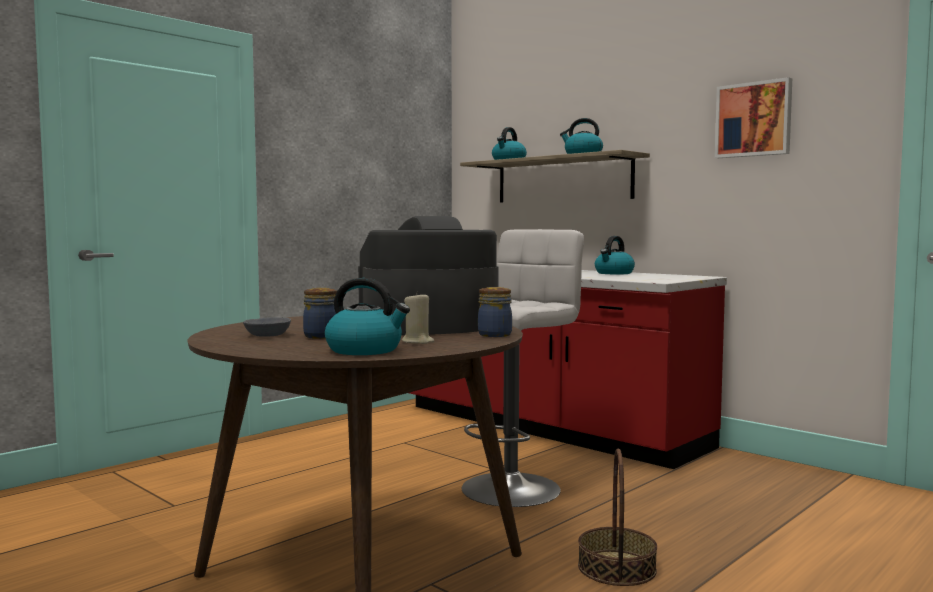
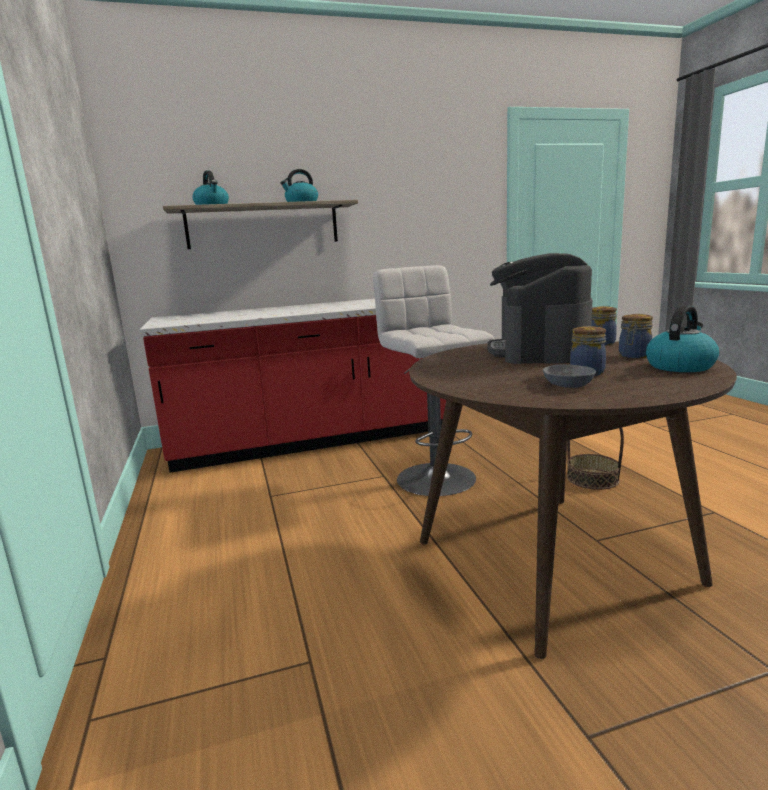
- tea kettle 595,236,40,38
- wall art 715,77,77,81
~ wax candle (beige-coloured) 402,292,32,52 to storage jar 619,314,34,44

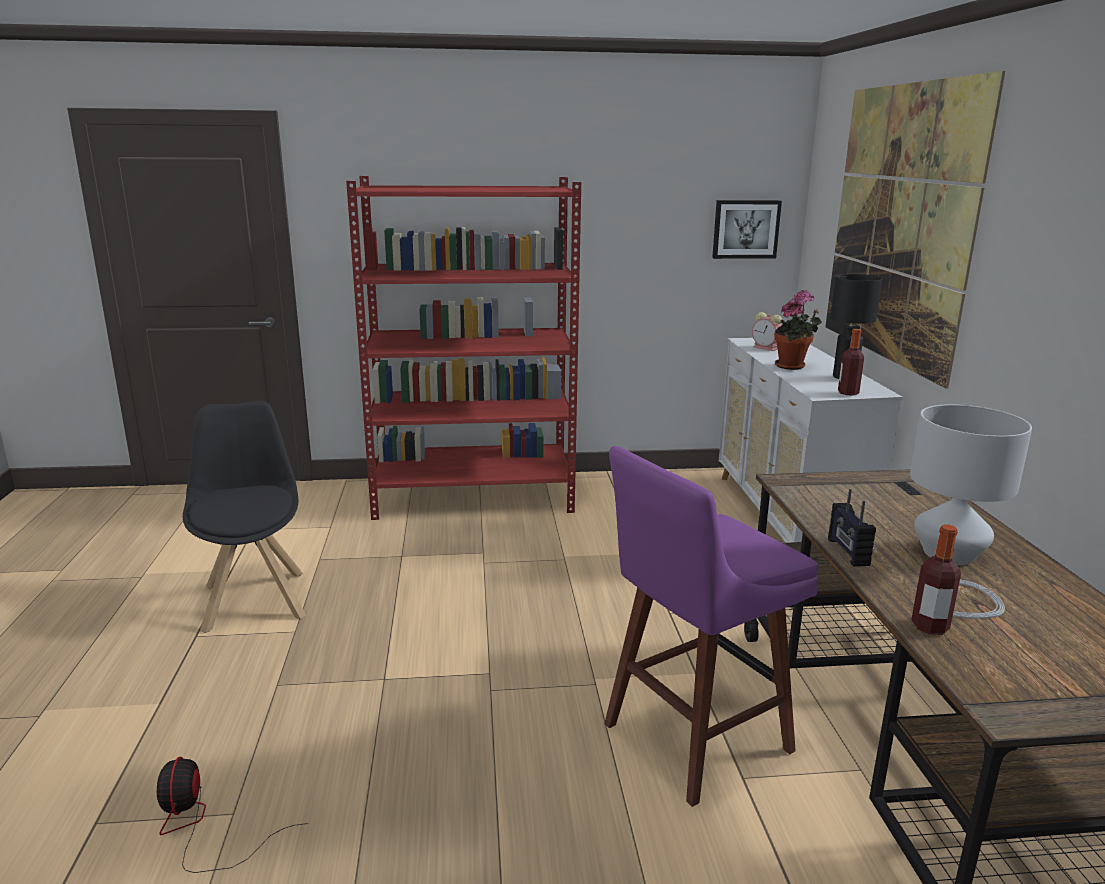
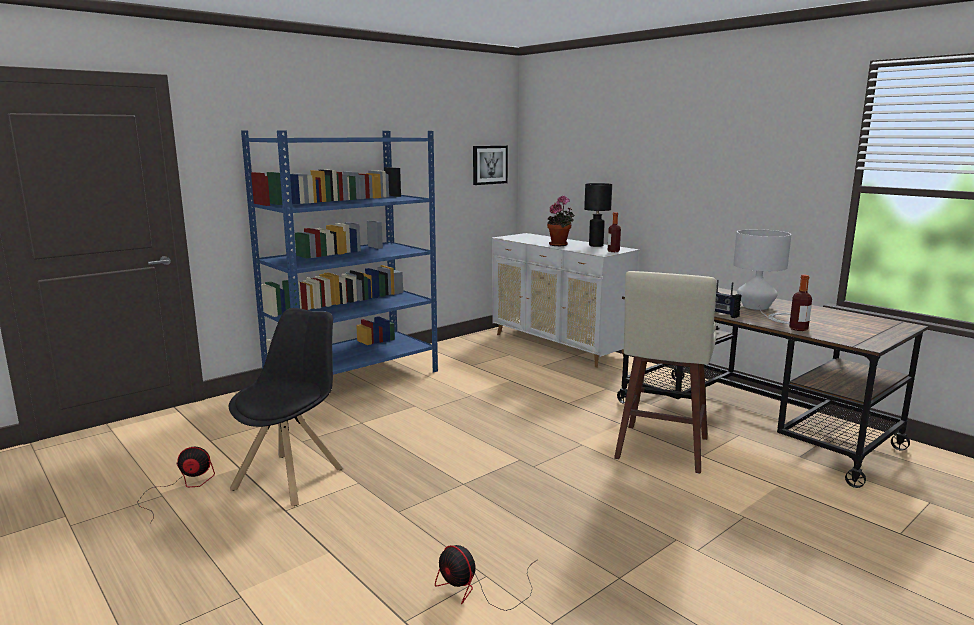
- alarm clock 752,312,30,39
- wall art 825,71,181,317
+ fan 137,447,78,76
~ shelving unit (red-coloured) 346,176,235,344 to shelving unit (blue-coloured) 241,130,197,245
~ stool (purple) 604,446,214,361 to stool (beige-coloured) 614,271,103,203
~ chair (black) 183,401,123,232 = 229,308,115,198 75 degrees clockwise

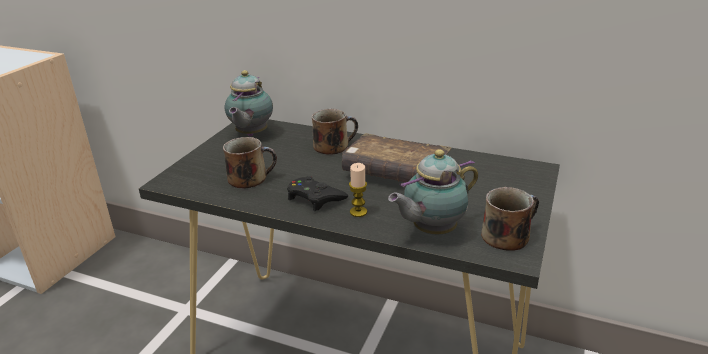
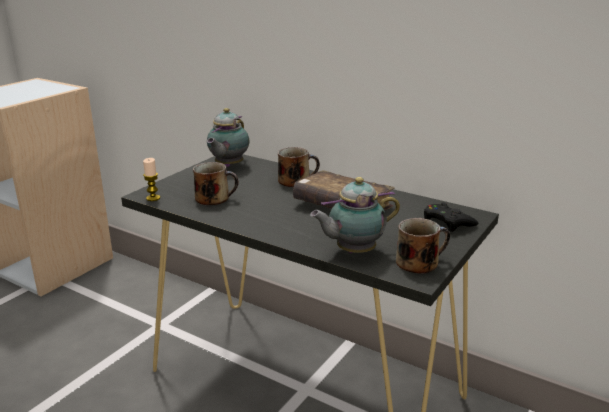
~ game controller (black) 287,176,61,35 to 424,202,54,30
~ wax candle 349,163,18,54 to 143,158,17,43

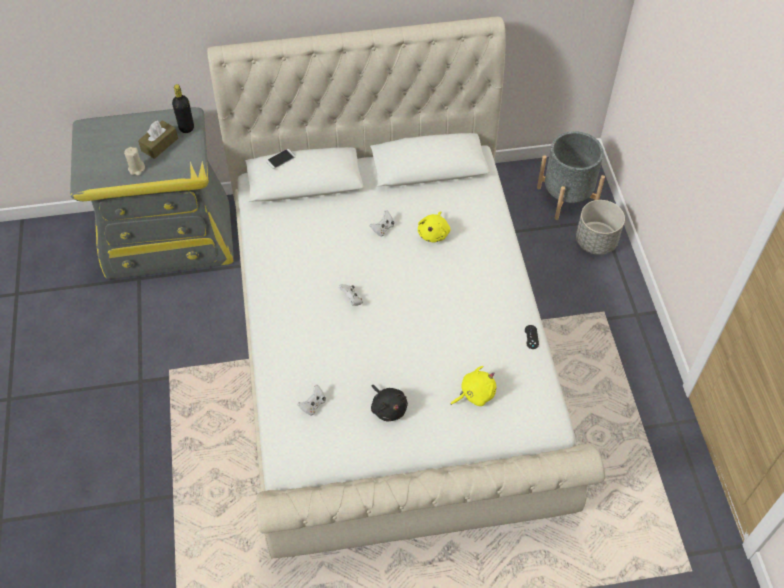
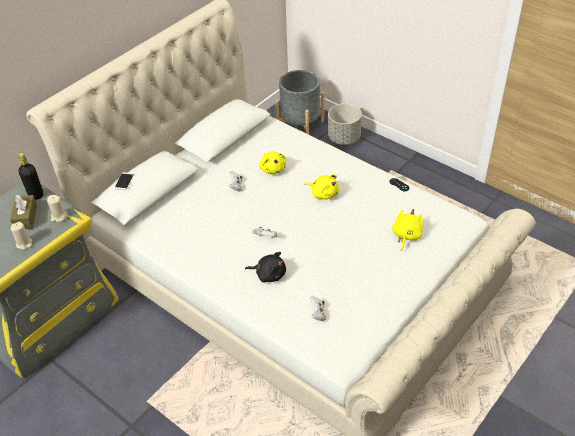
+ wax candle (beige-coloured) 47,195,20,27
+ soft toy (yellow) 304,174,35,26
~ soft toy (black) 371,385,37,37 to 245,252,41,31

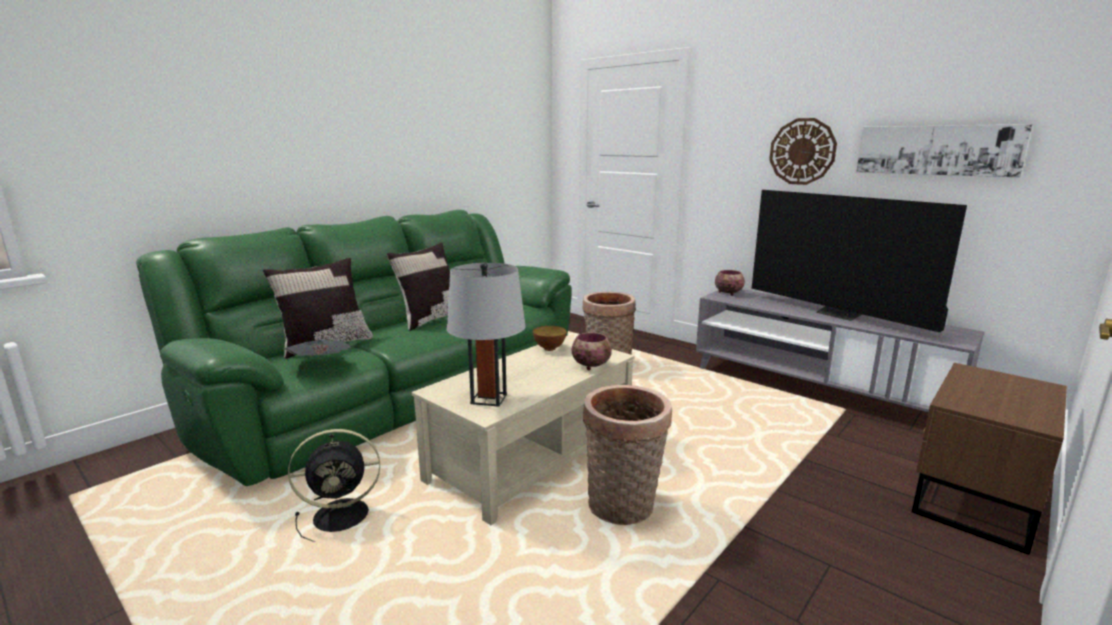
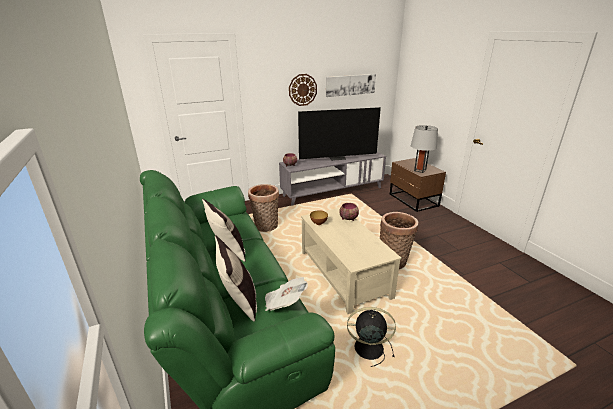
~ table lamp (grey) 447,262,79,145 to 411,125,27,48
~ fan (black) 288,429,92,113 = 347,307,49,60 90 degrees counterclockwise

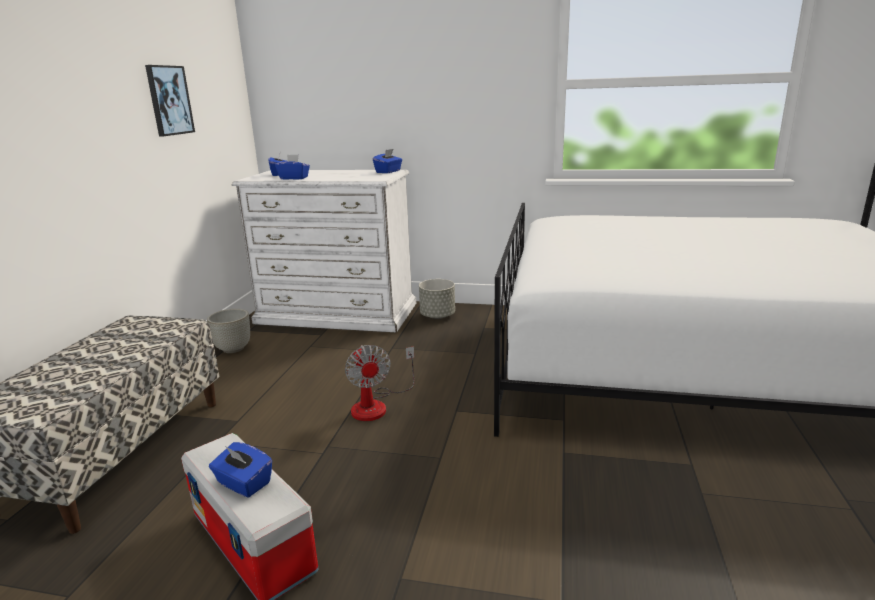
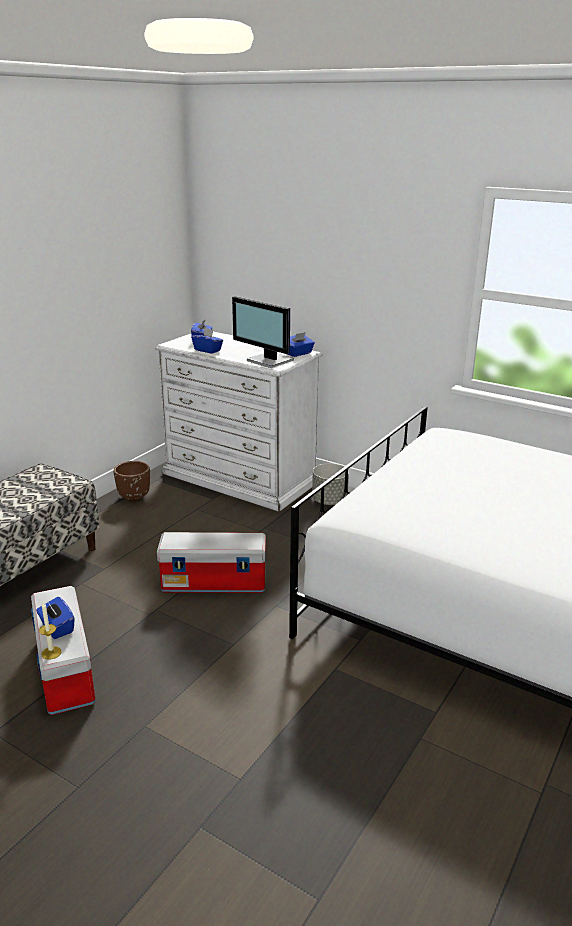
- wall art 145,65,50,72
+ wax candle 39,602,22,58
+ computer screen 232,296,62,72
~ fan 345,345,69,76 to storage bin 157,532,109,61
~ planter (grey) 207,309,43,44 to planter (brown) 114,461,36,41

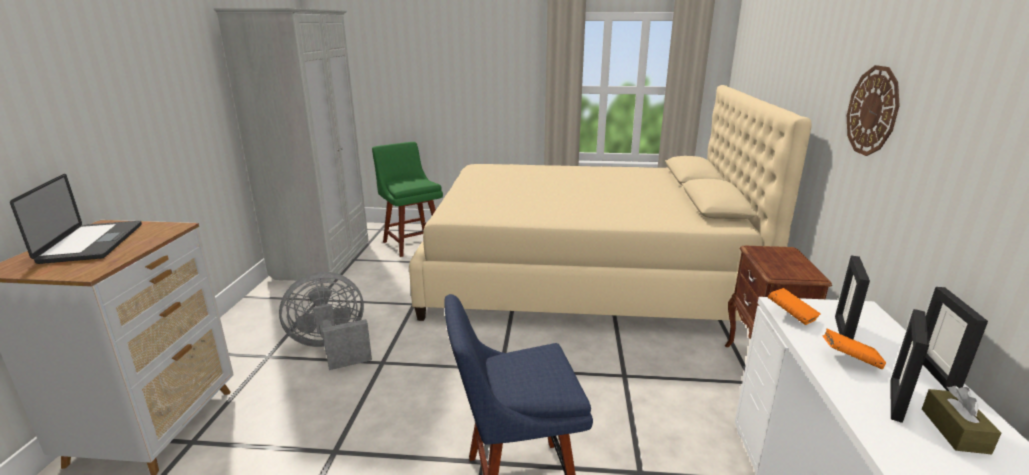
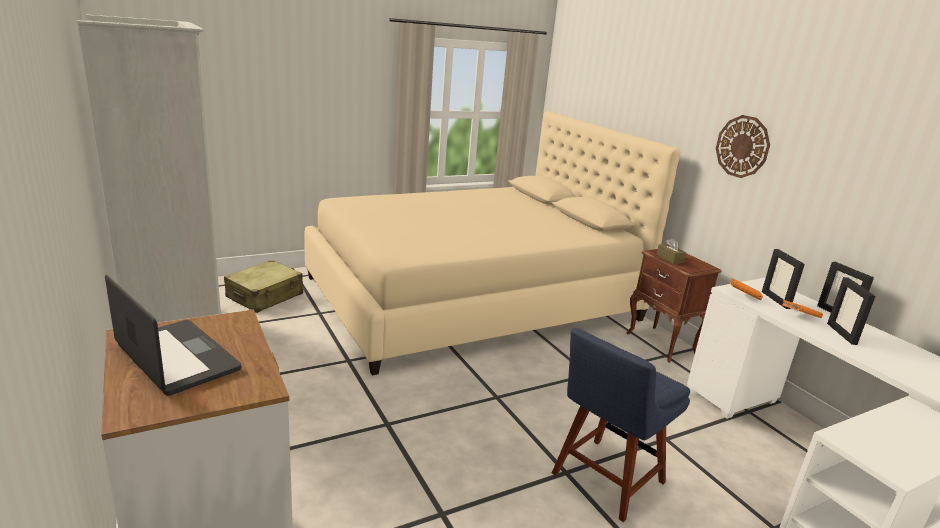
- fan (grey) 279,272,93,98
~ box of tissues (brown) 922,386,79,68 to 657,238,29,26
~ chair (green) 372,142,71,115 to suitcase (beige-coloured) 224,260,79,53

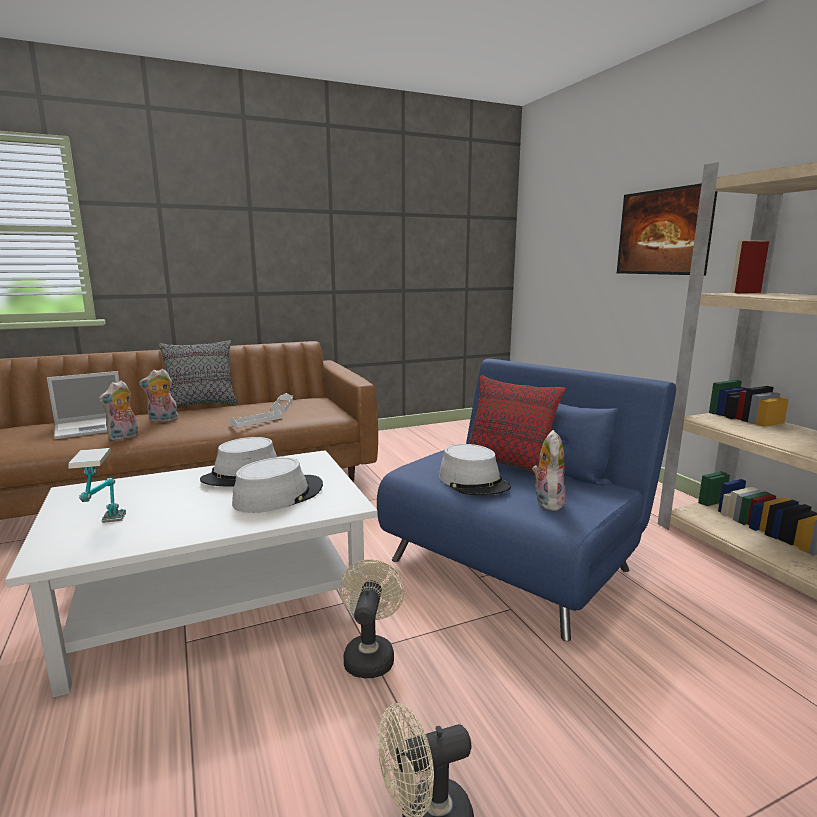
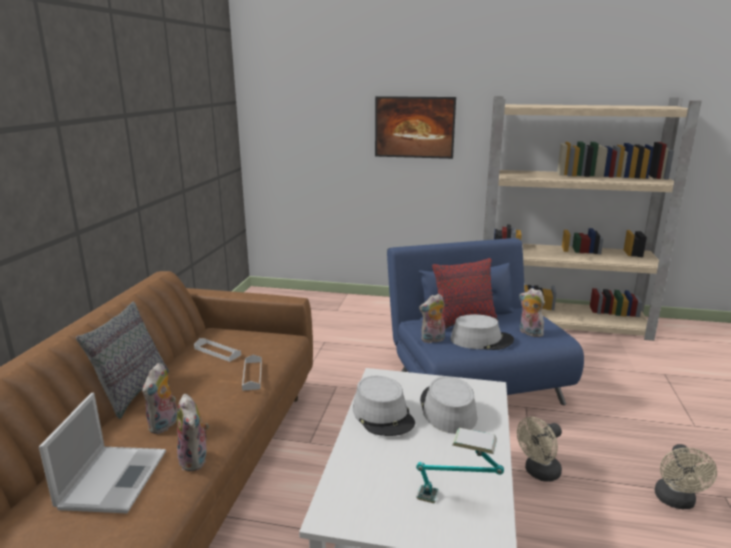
+ soft toy 419,294,26,49
~ fan (beige-coloured) 339,559,66,119 = 517,417,45,64 75 degrees counterclockwise

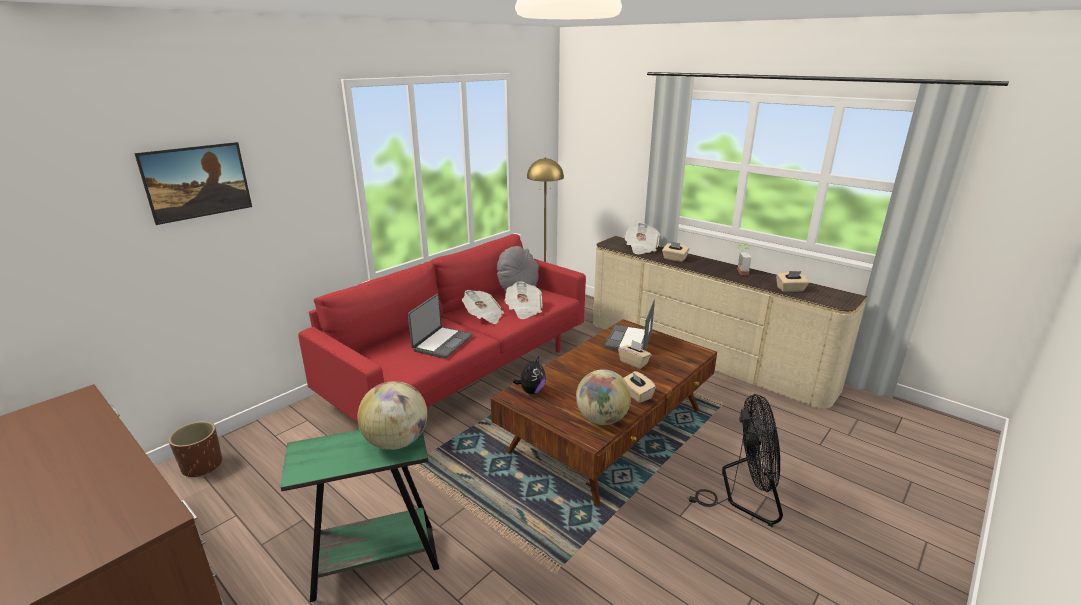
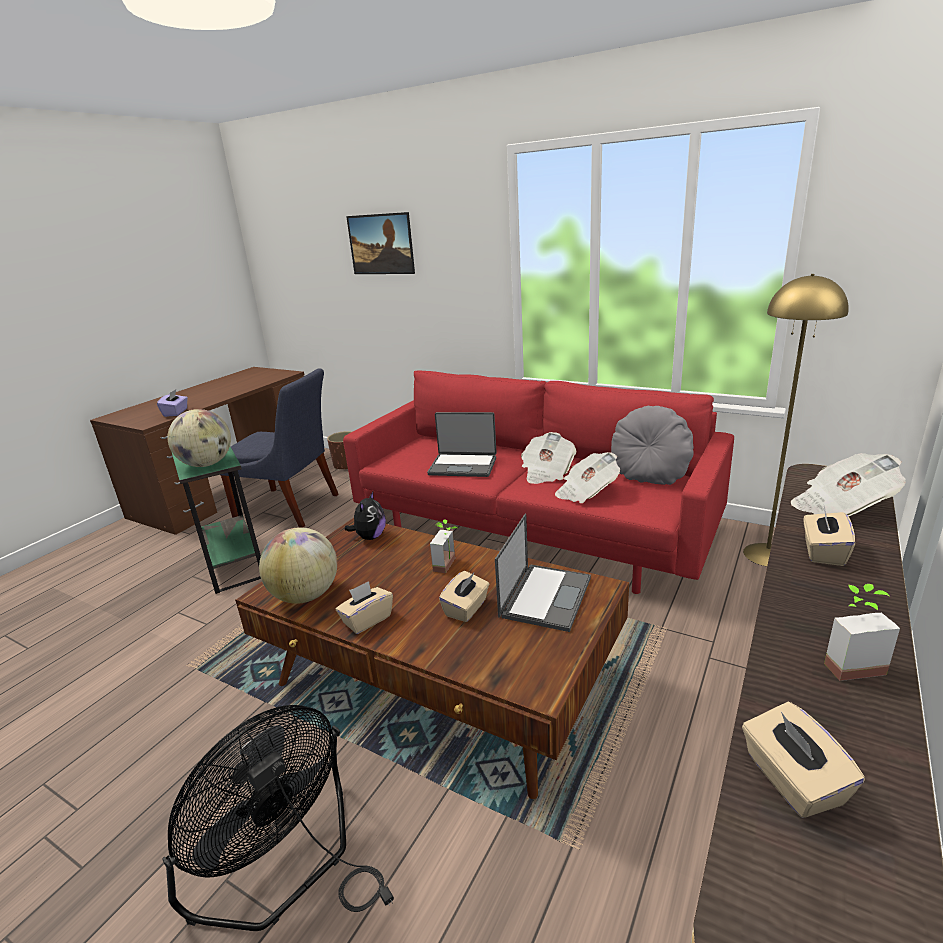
+ box of tissues (purple) 157,390,31,27
+ chair (blue-coloured) 220,368,119,160
+ plant in a pot 430,519,27,54
~ soft toy 513,357,33,37 = 344,492,42,48 90 degrees counterclockwise
~ portable computer 604,300,51,50 = 495,514,96,118 105 degrees clockwise
~ fan (black) 687,394,96,133 = 162,705,232,226 135 degrees clockwise

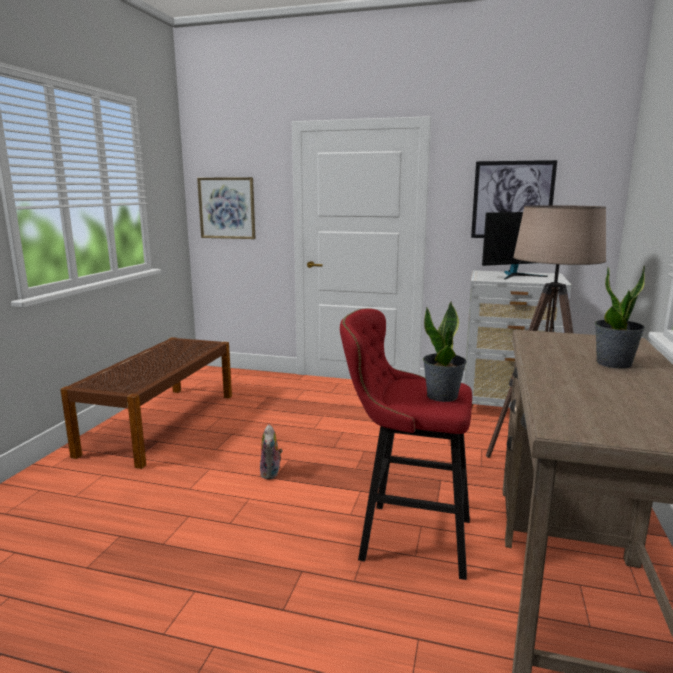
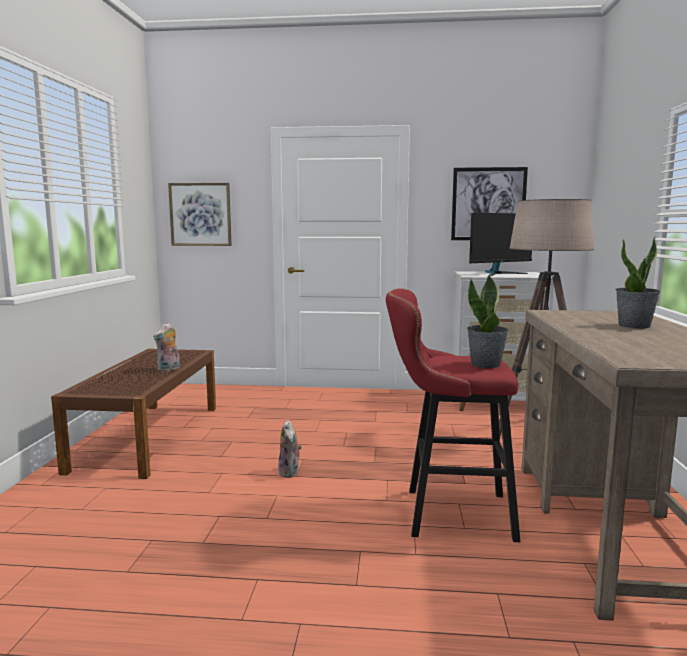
+ soft toy 153,322,27,50

